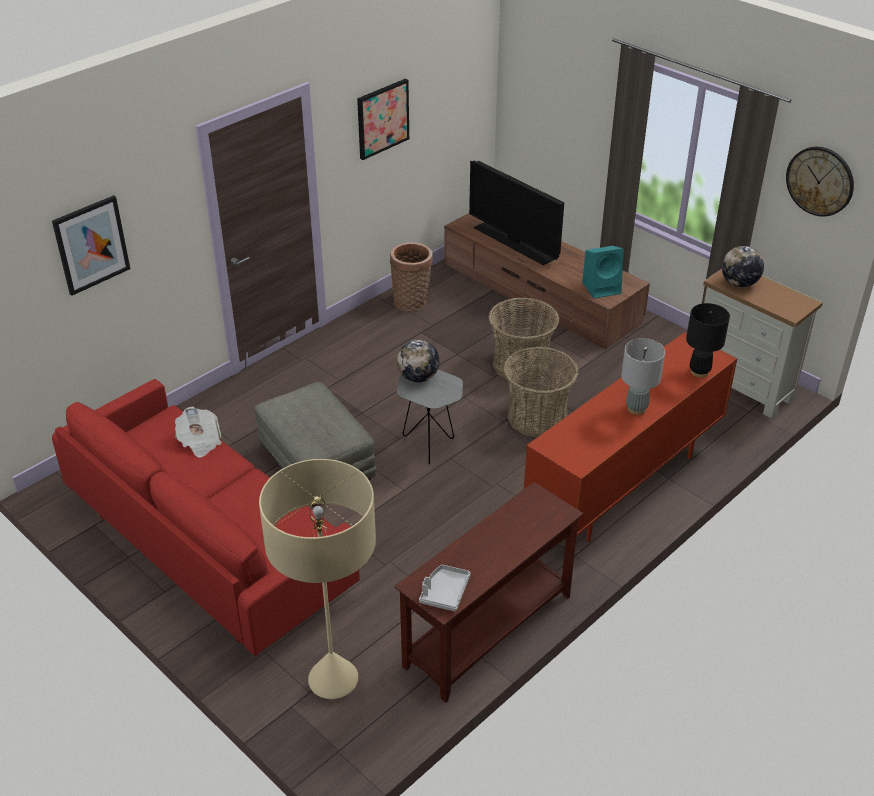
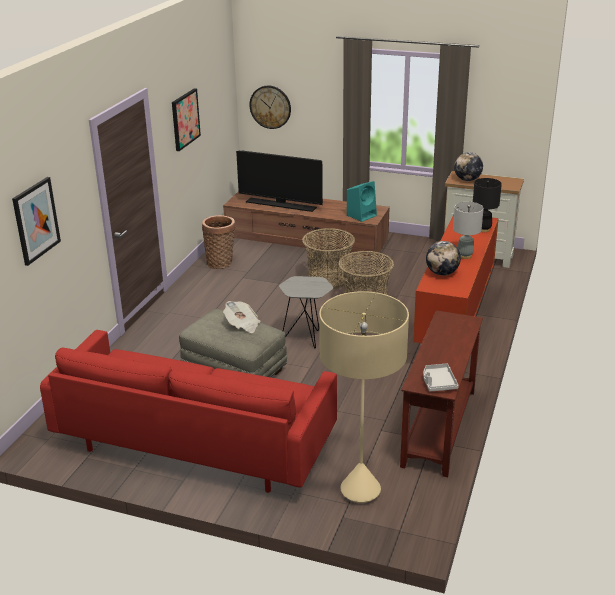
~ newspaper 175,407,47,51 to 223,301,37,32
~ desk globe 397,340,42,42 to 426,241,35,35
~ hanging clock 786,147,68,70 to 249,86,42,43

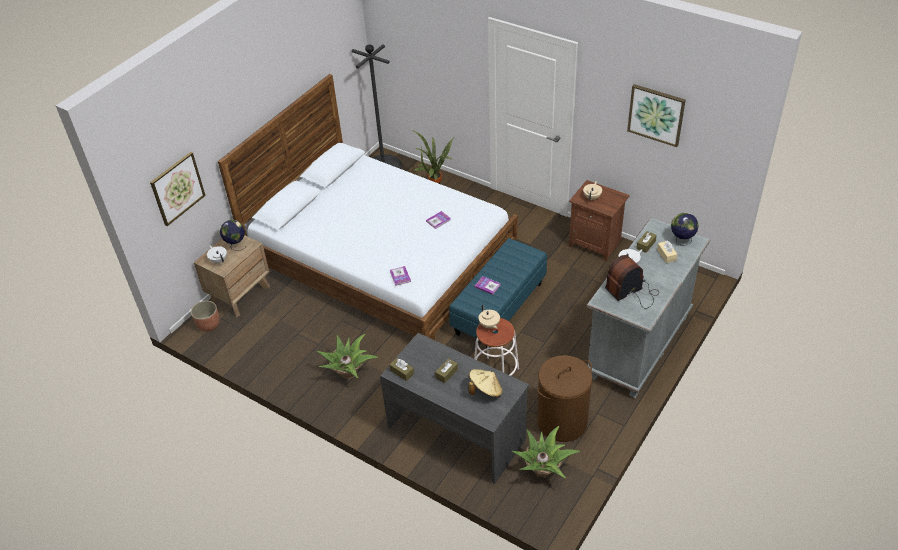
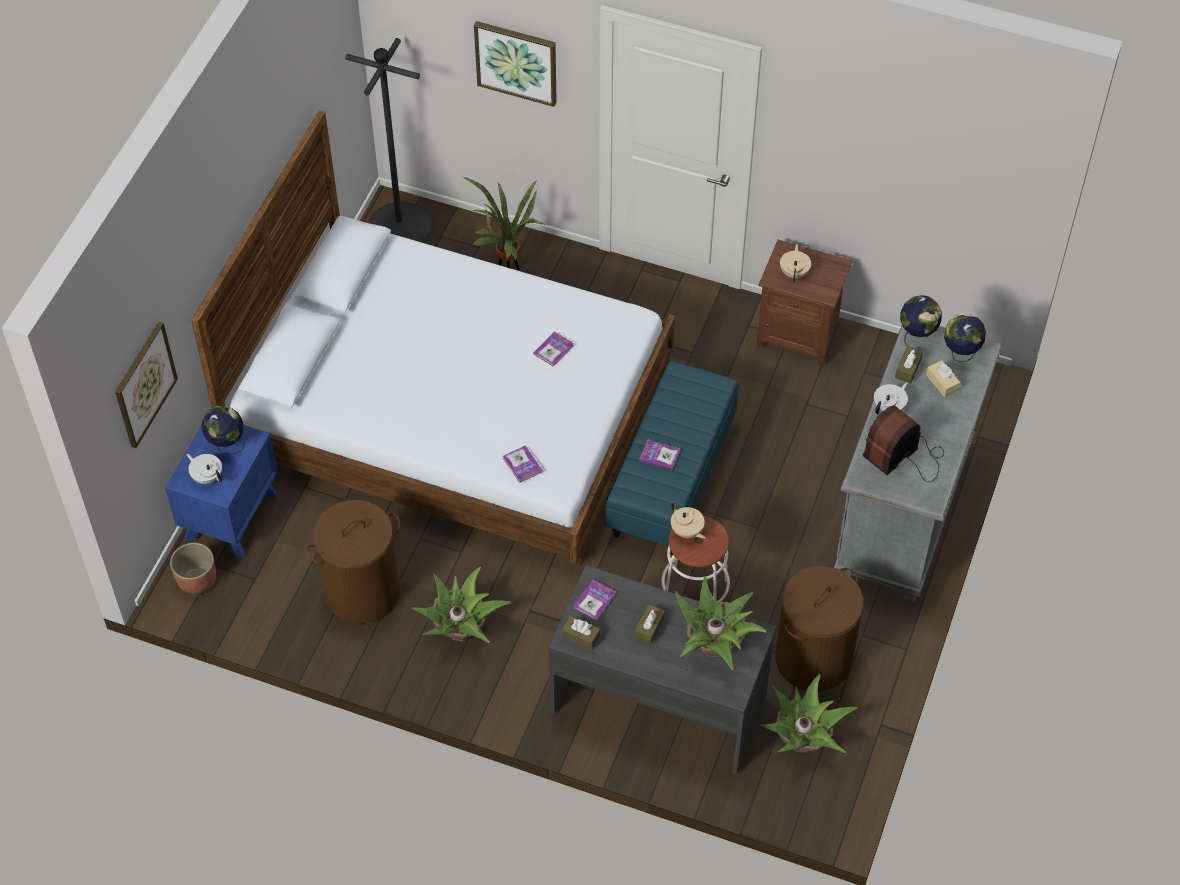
+ laundry basket (brown) 307,500,93,124
+ volume 573,579,43,41
+ desk globe 900,295,42,54
~ wall art 627,84,59,63 to 474,21,83,86
~ wearable hat (beige-coloured) 469,369,34,28 to plant in a pot 675,576,92,94
~ bedside table (brown) 194,235,76,82 to bedside table (blue-coloured) 165,425,113,134

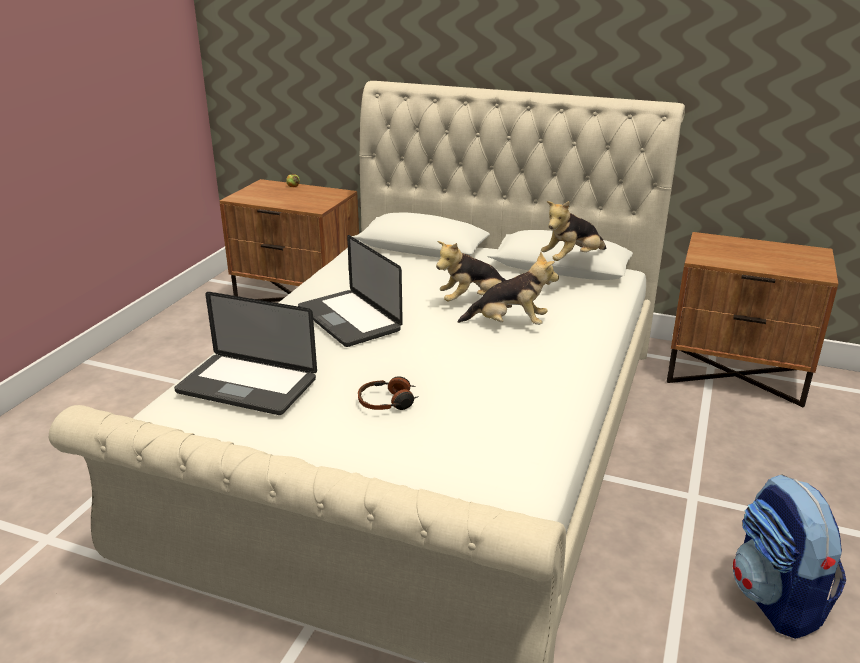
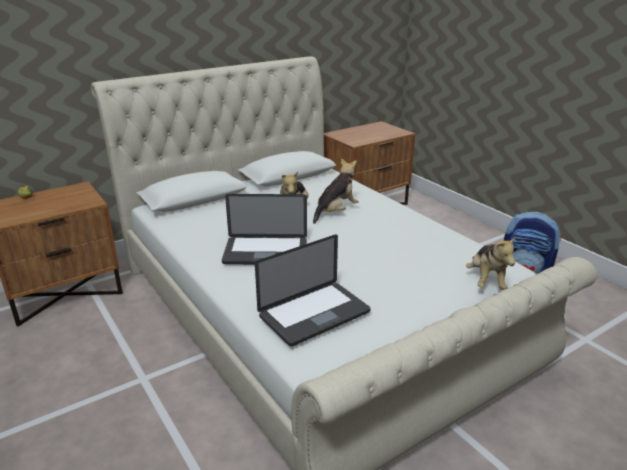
- pair of headphones 358,376,61,34
~ soft toy 541,201,65,60 to 466,236,50,54

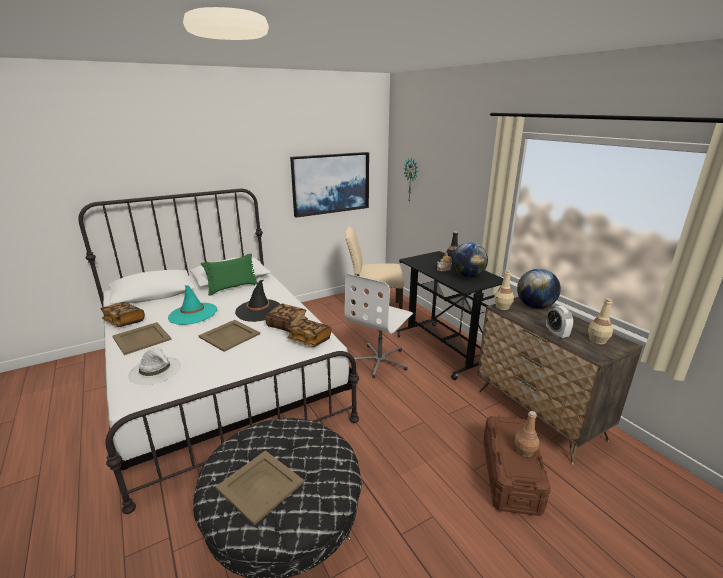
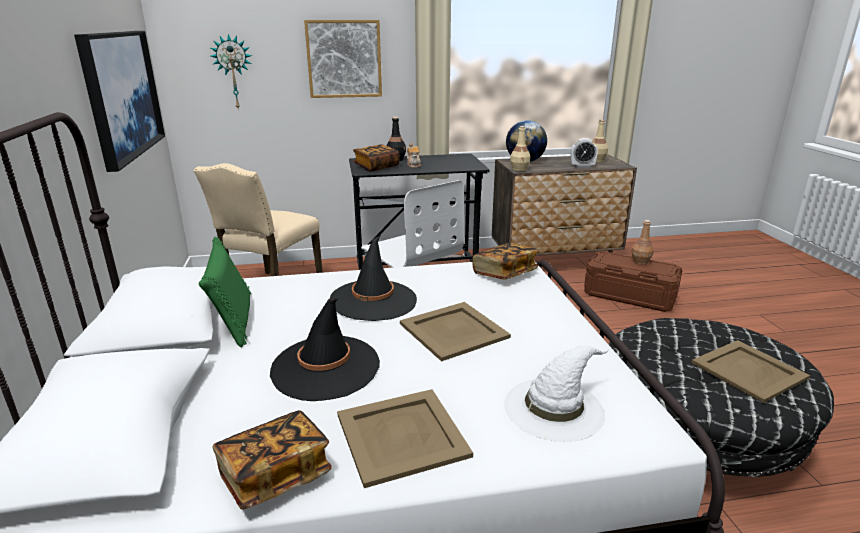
- desk globe 452,242,36,36
+ wall art 304,20,78,78
~ volume 265,303,43,29 to 353,145,47,27
~ wearable hat (blue-green) 168,285,49,40 to wearable hat (black) 270,298,110,103

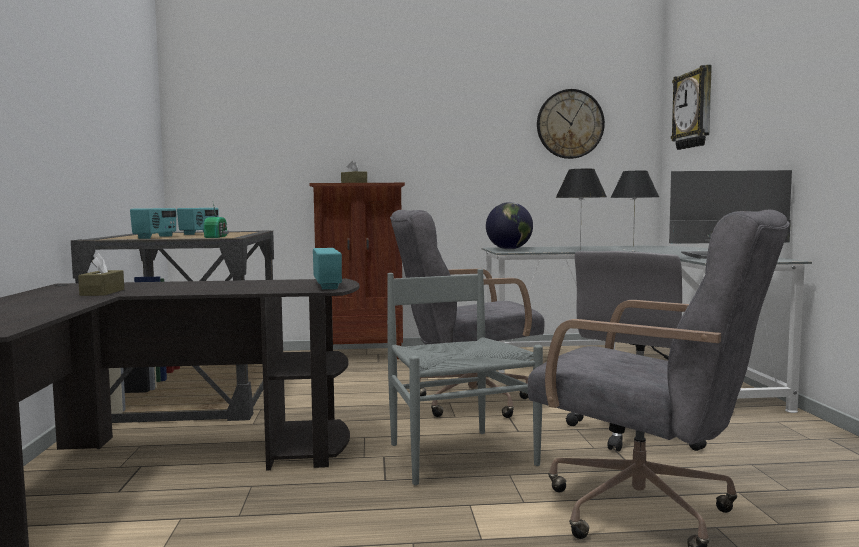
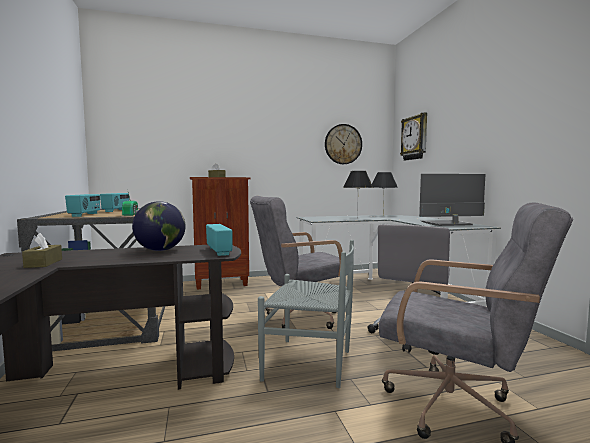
~ desk globe 486,202,47,47 to 132,201,53,50
~ chair (grey) 387,269,156,216 = 258,240,96,148 135 degrees clockwise

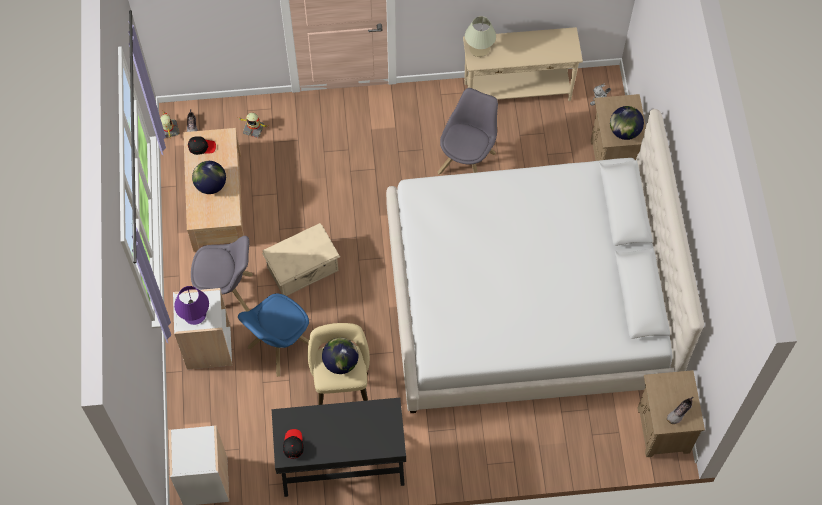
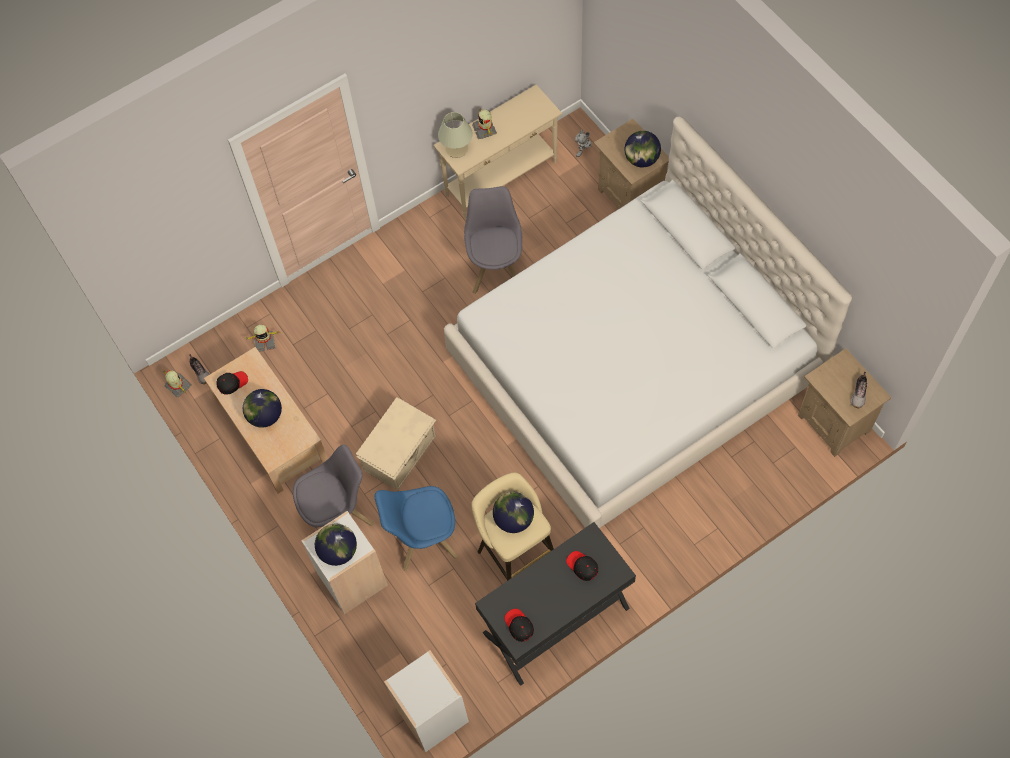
+ model robot 472,108,25,31
+ peaked cap (black) 566,551,32,30
~ table lamp (purple) 174,286,35,39 to desk globe 315,524,42,42
~ chair (blue-coloured) 238,293,71,84 = 375,486,83,86 60 degrees clockwise

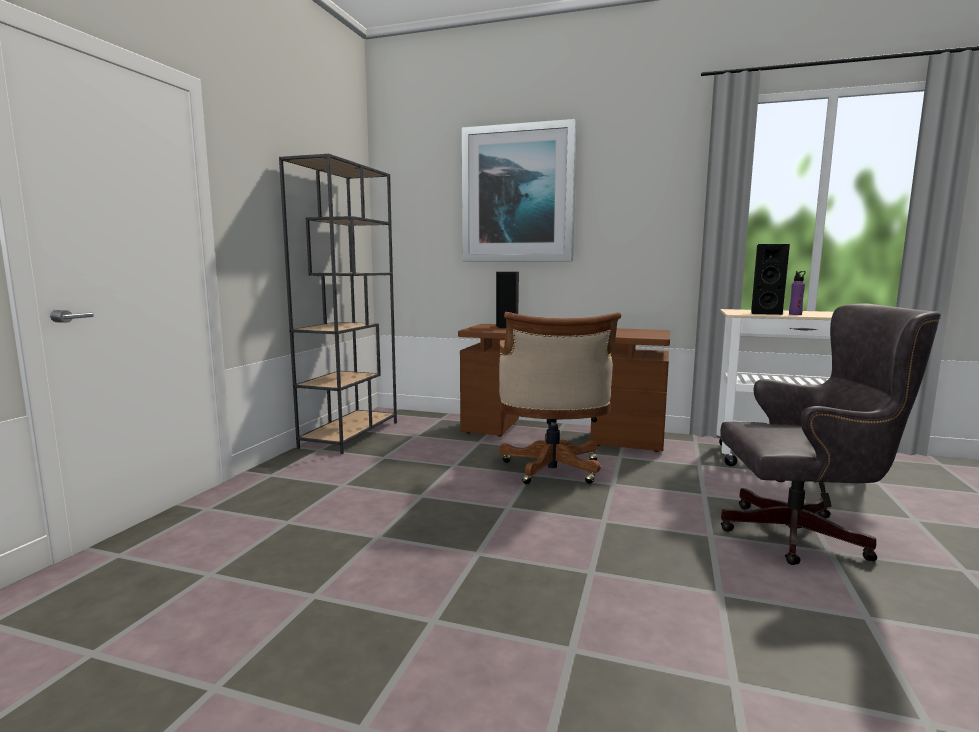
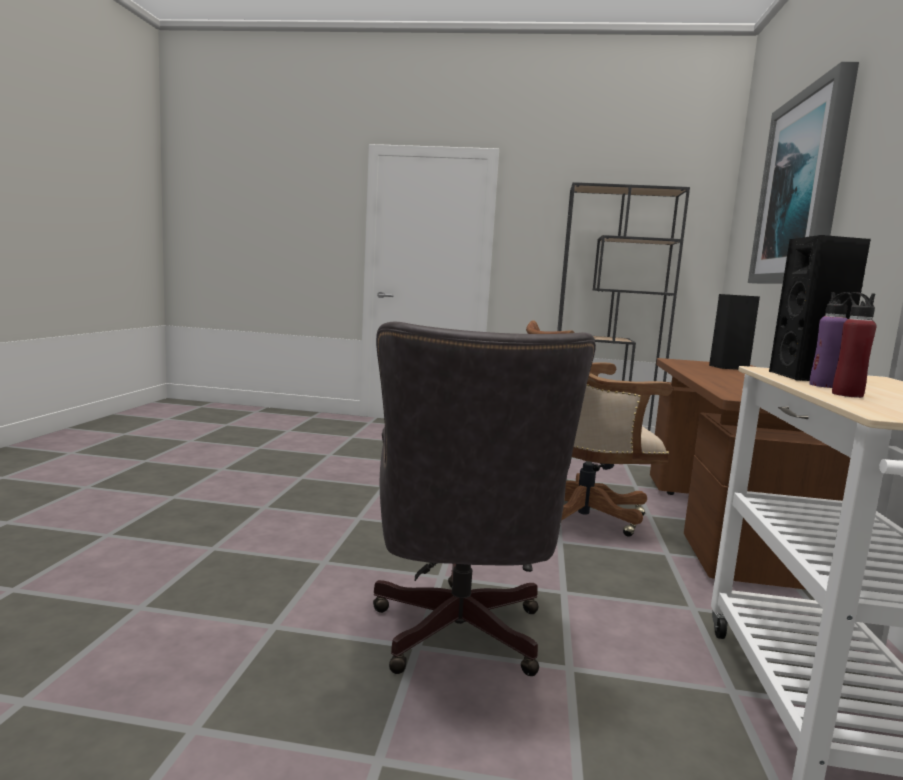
+ bottle (red-coloured) 832,292,45,106

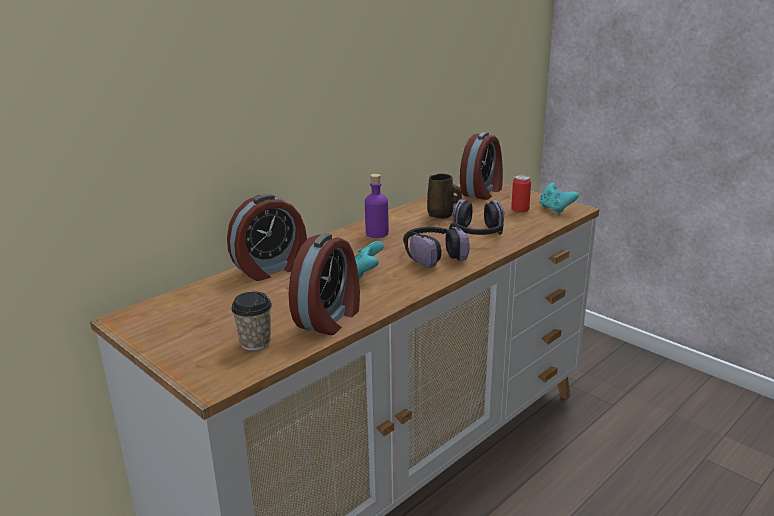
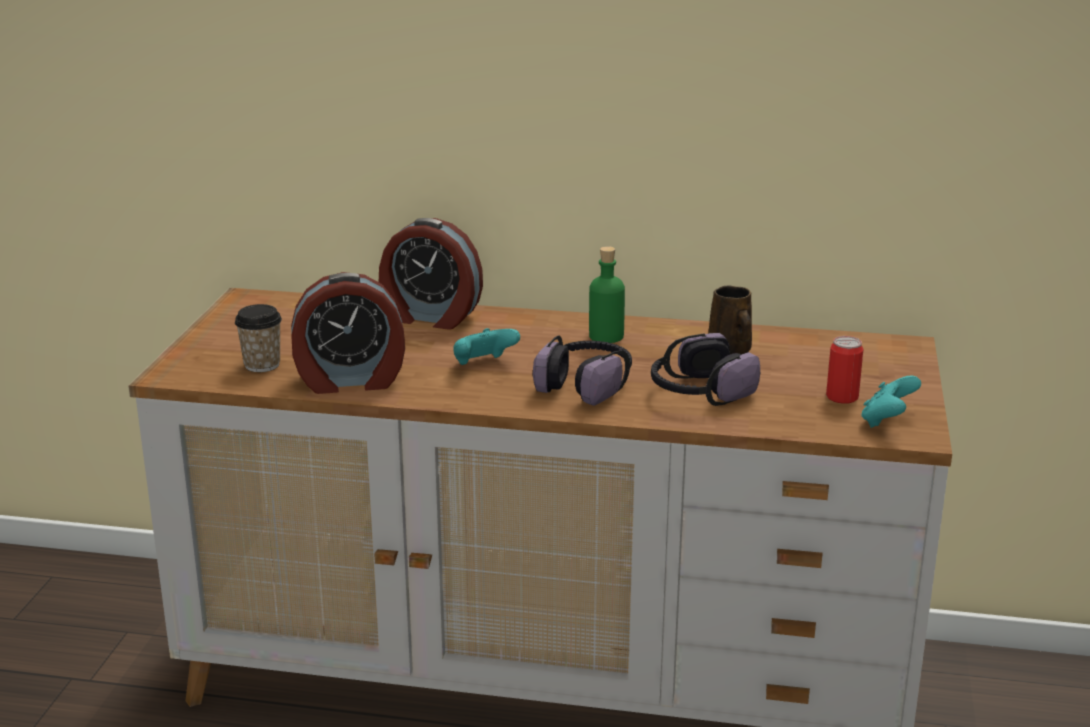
- alarm clock 460,132,43,68
~ bottle (purple) 365,174,24,64 to bottle (green) 589,246,36,97

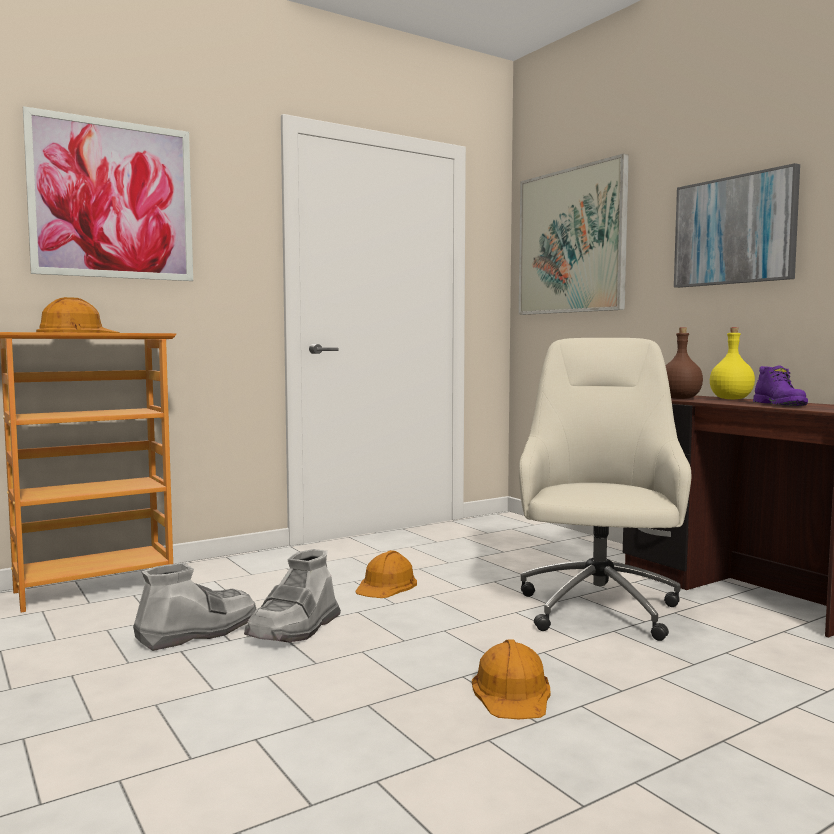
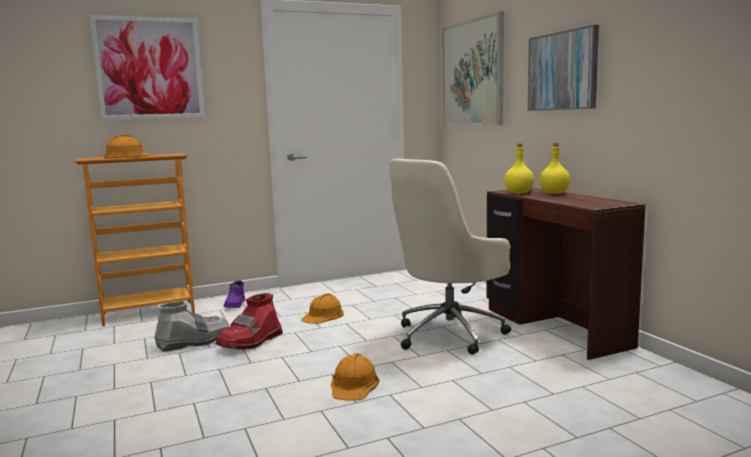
~ tall boot (purple) 753,366,55,40 to 224,280,21,28
~ tall boot (grey) 244,549,97,93 to tall boot (red-coloured) 215,293,68,57
~ bottle (brown) 665,327,38,72 to bottle (yellow) 504,144,30,50
~ desk chair (beige-coloured) 519,338,172,303 = 389,159,122,196 150 degrees counterclockwise

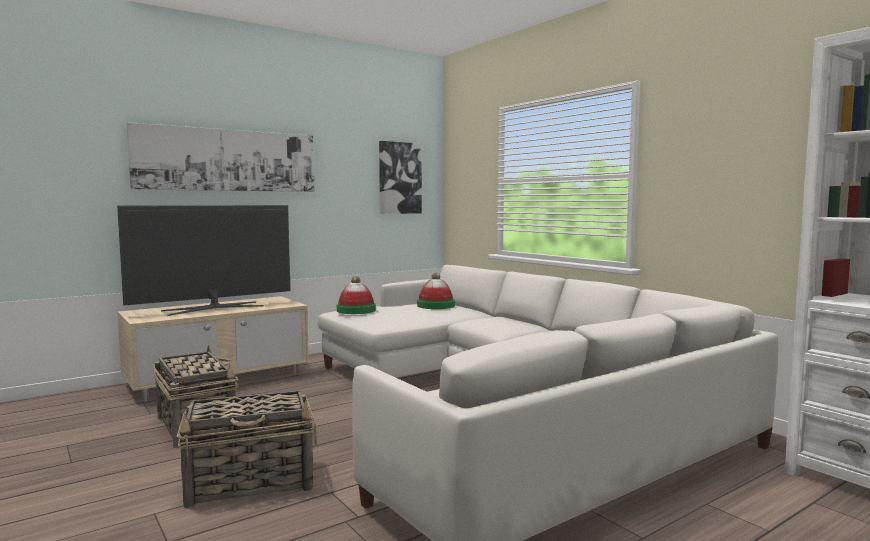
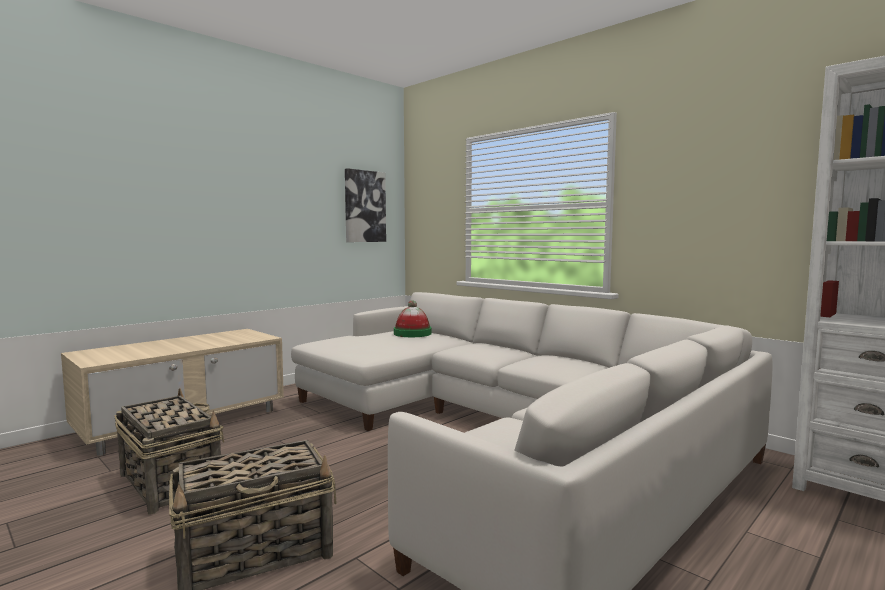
- television 117,205,174,111
- wall art 127,122,187,70
- wearable hat 337,276,39,38

